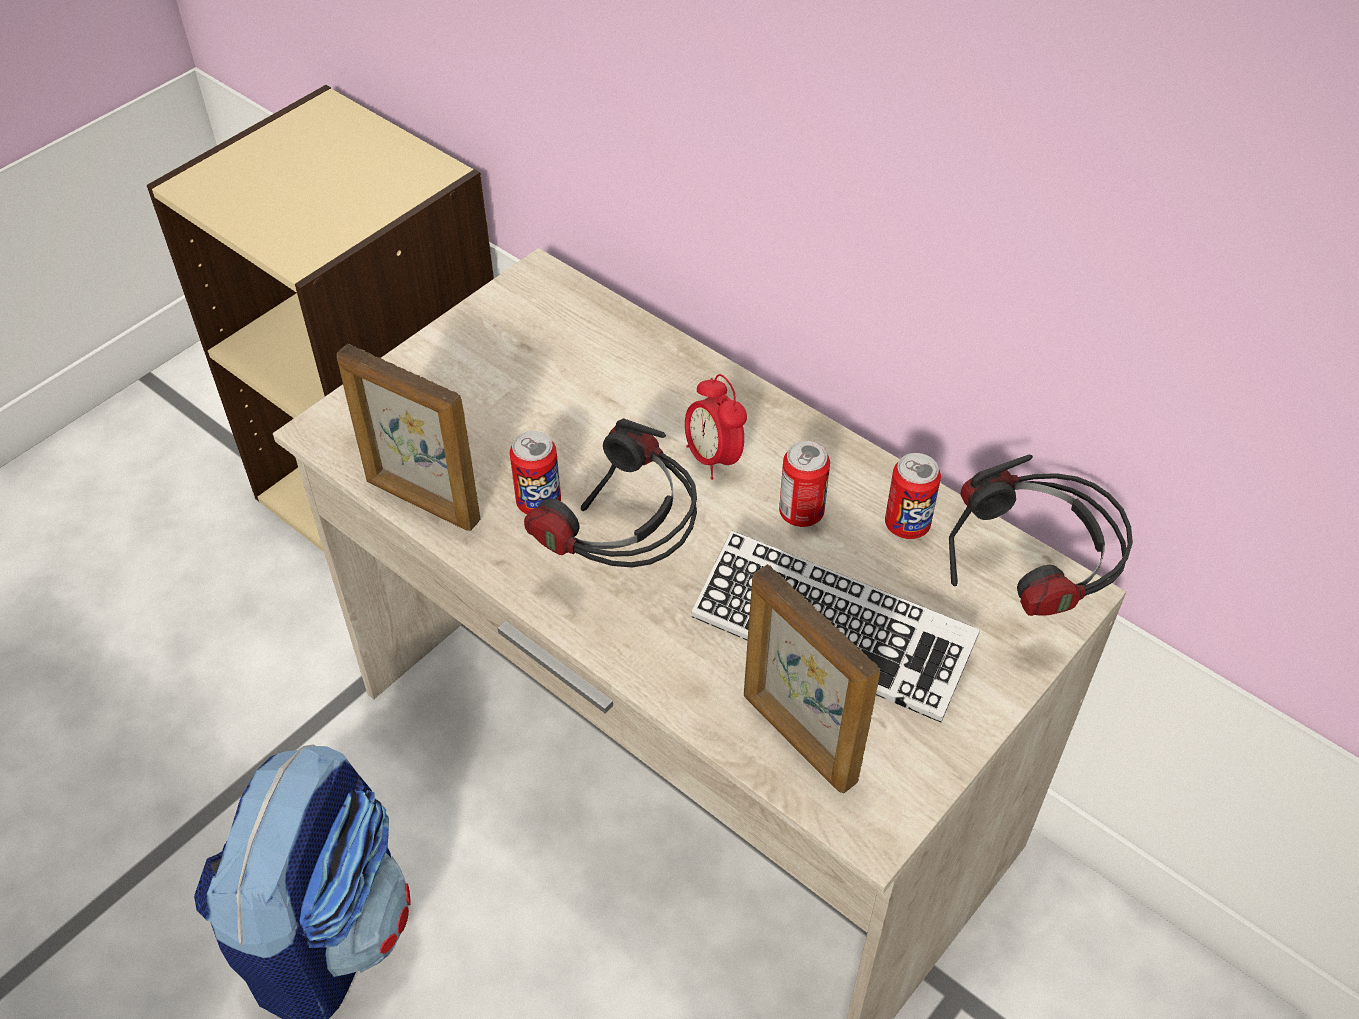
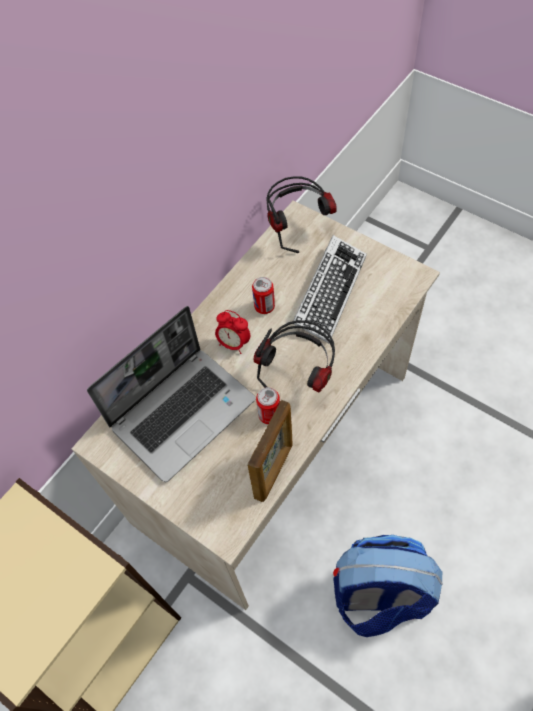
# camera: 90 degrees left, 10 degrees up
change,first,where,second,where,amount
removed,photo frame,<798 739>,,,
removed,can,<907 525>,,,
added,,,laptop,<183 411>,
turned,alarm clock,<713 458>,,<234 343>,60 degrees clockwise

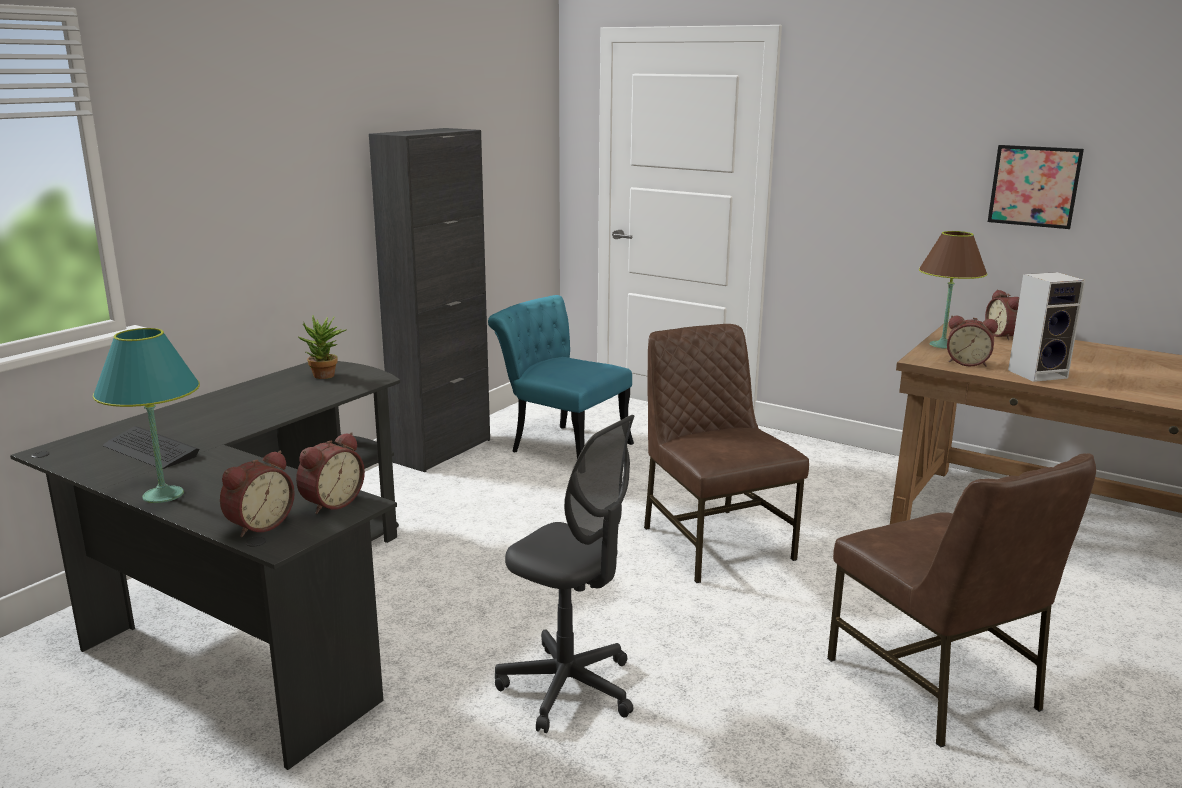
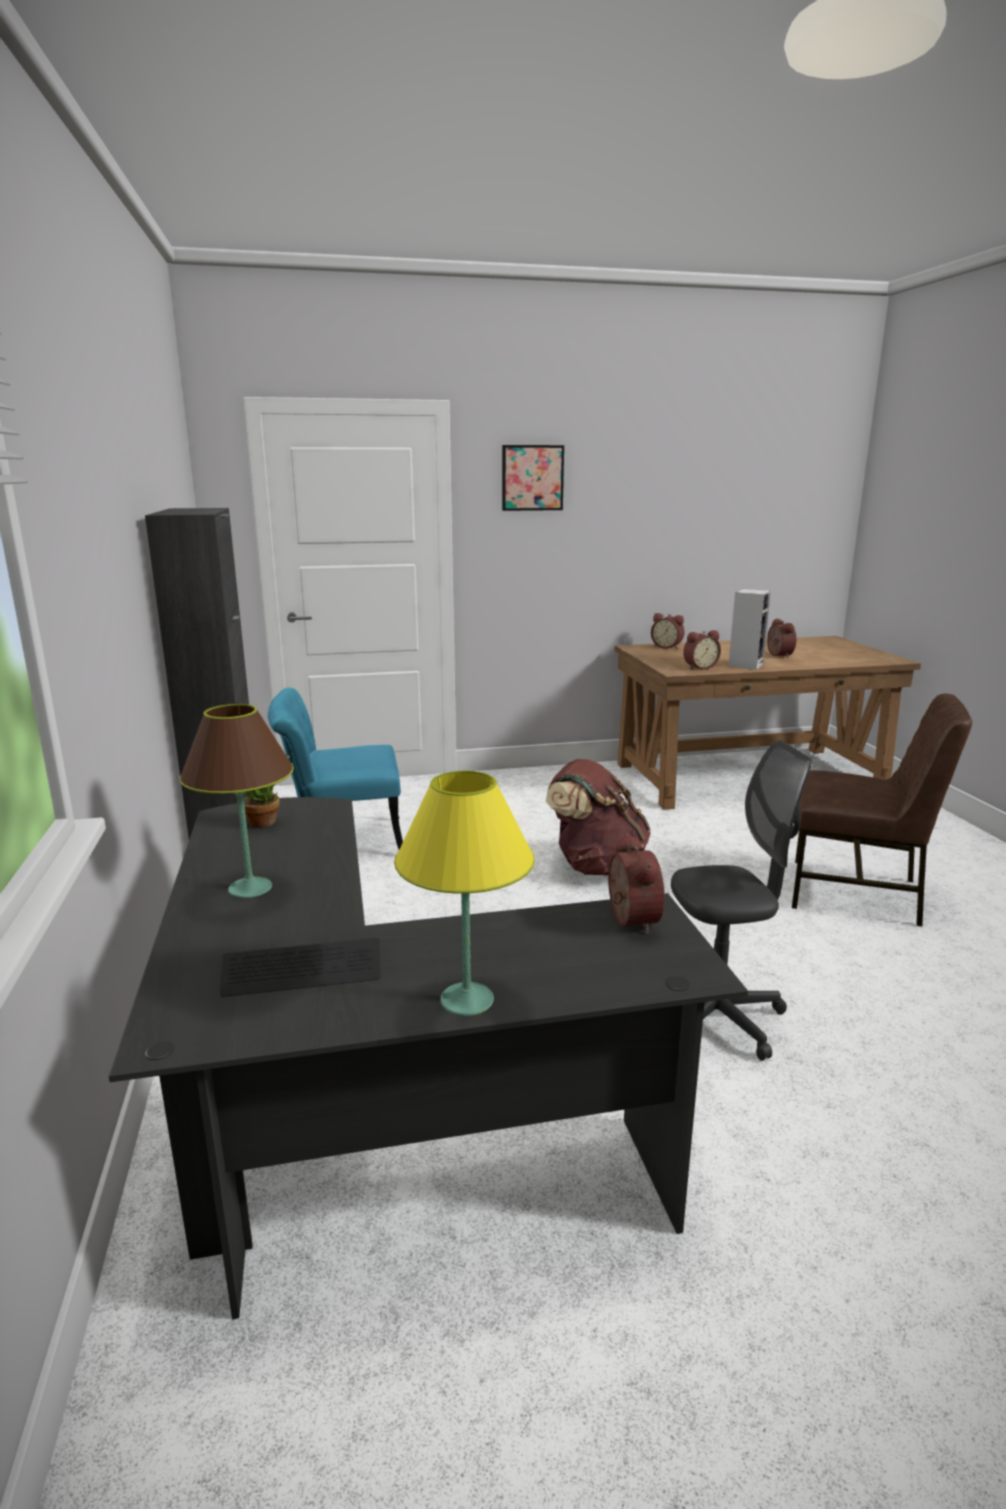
# camera: 45 degrees left, 0 degrees up
change,first,where,second,where,amount
moved,alarm clock,<258 525>,,<777 655>,
moved,brown-coloured lamp for a table,<942 345>,,<249 888>,
moved,wall picture,<1034 186>,,<532 478>,
replaced,brown-coloured plain chair,<714 542>,brown-coloured backpack,<595 866>,
recoloured,turquoise lamp for a table,<163 495>,yellowish lamp for a table,<466 999>,

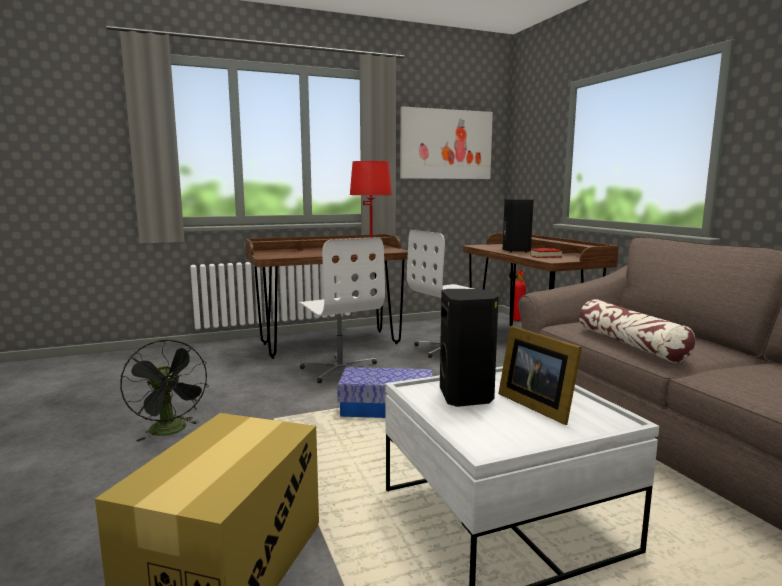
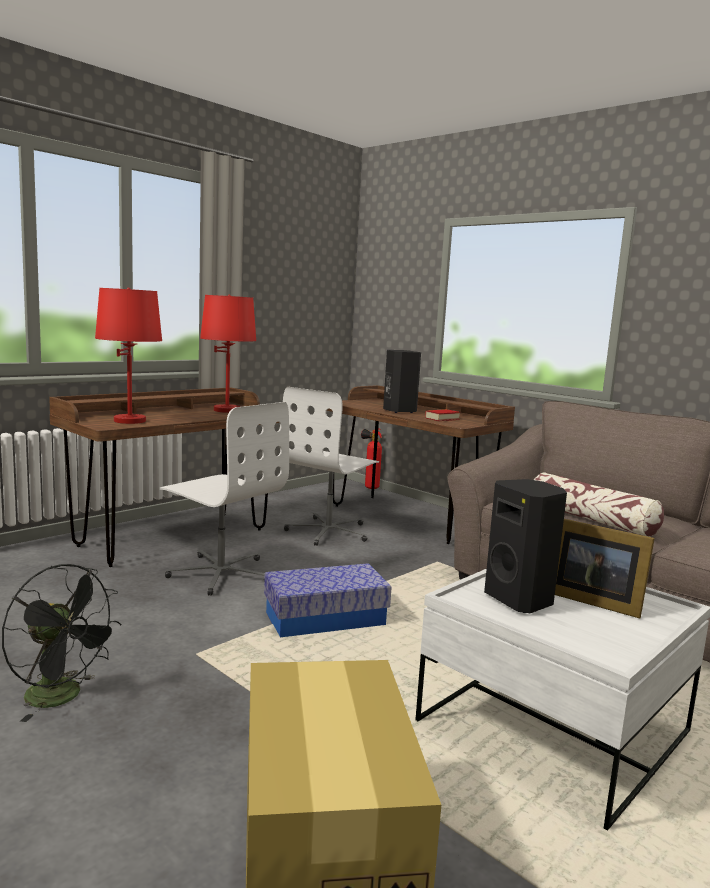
# camera: 25 degrees left, 0 degrees up
change,first,where,second,where,amount
removed,wall picture,<446 144>,,,
added,,,red lamp for a table,<129 421>,

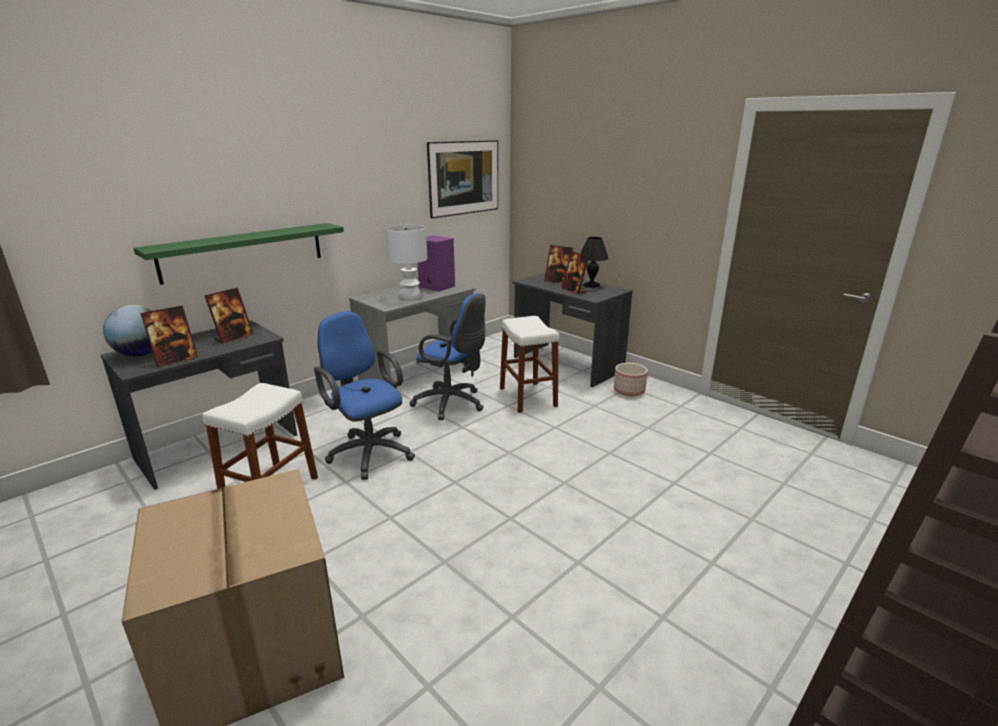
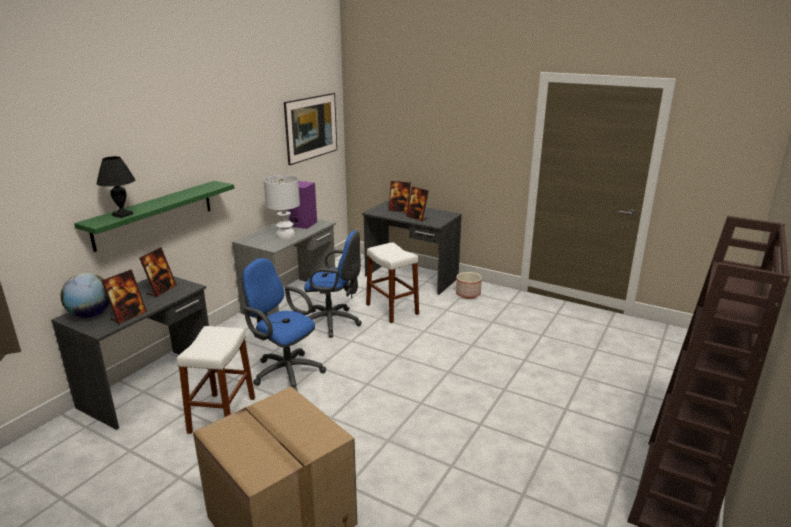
# camera: 15 degrees left, 0 degrees up
change,first,where,second,where,amount
moved,black lamp for a table,<591 285>,,<122 214>,

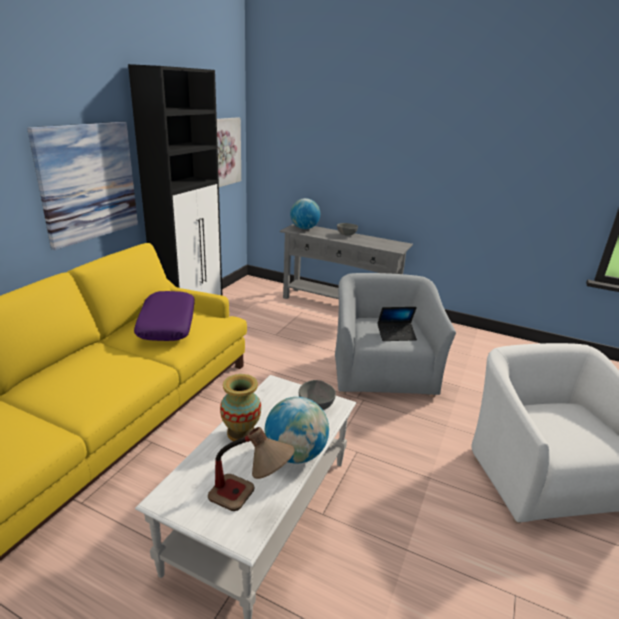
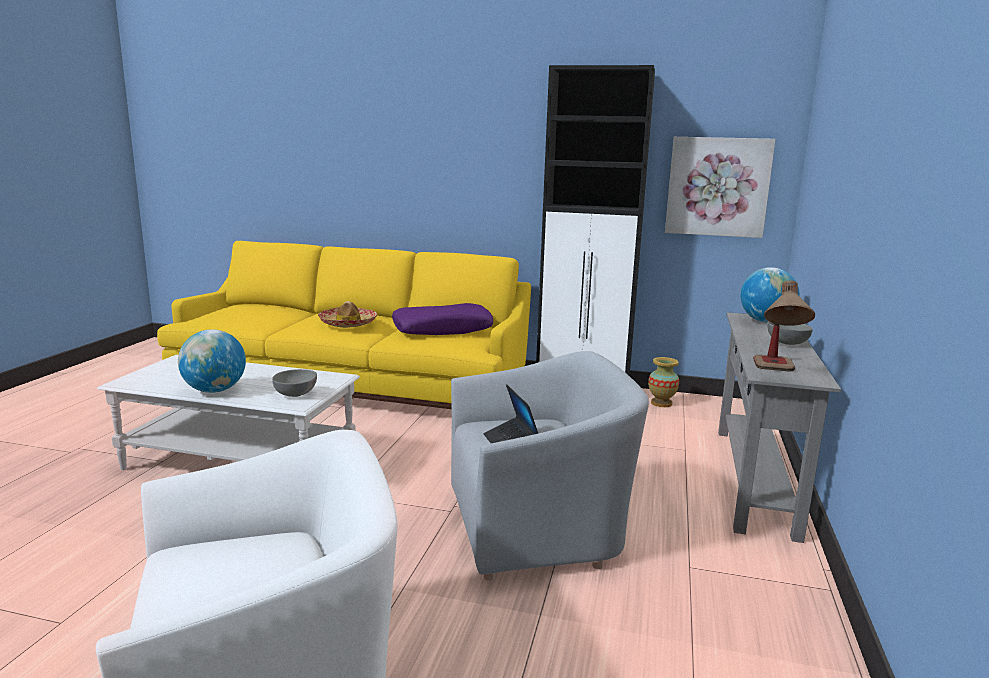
# camera: 80 degrees right, 10 degrees down
change,first,where,second,where,amount
removed,wall picture,<88 182>,,,
added,,,clothing hat,<348 323>,
moved,lamp for a table,<251 501>,,<777 372>,
moved,decorative vase,<241 433>,,<661 403>,

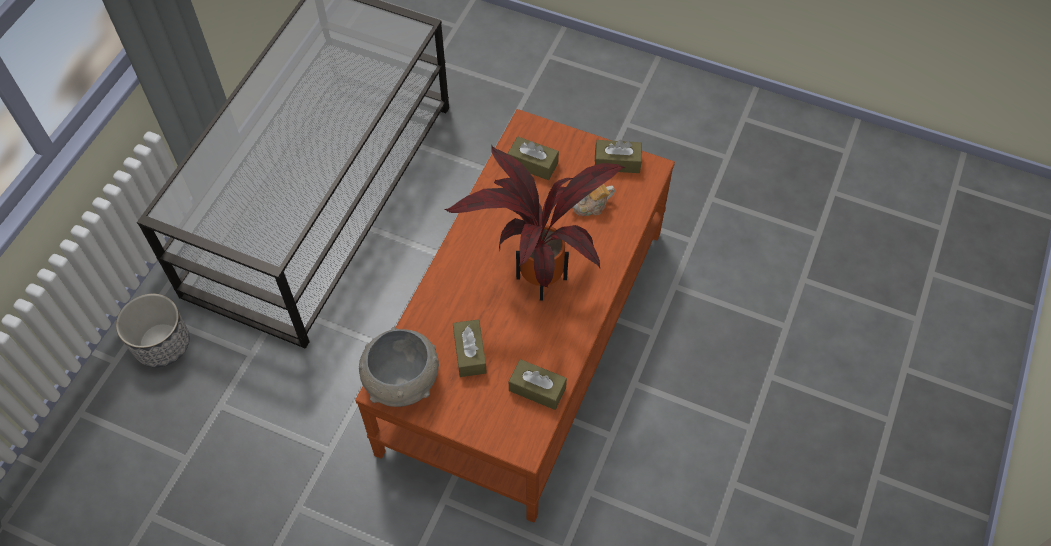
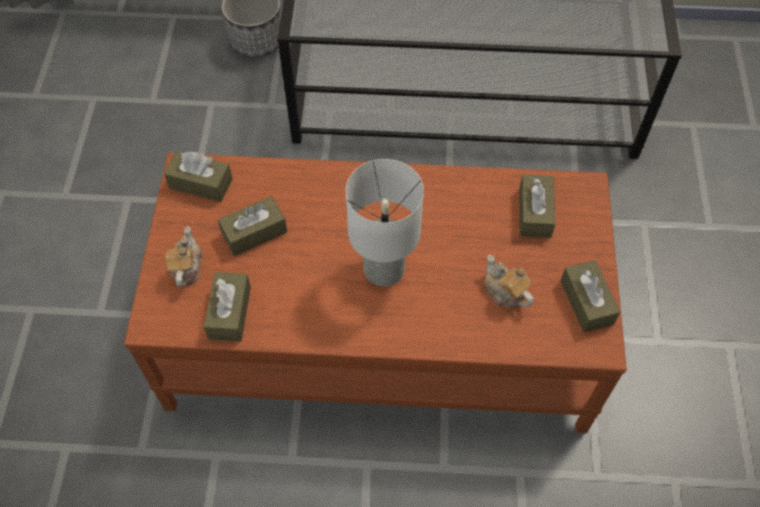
# camera: 70 degrees right, 0 degrees up
change,first,where,second,where,amount
added,,,tea pot,<186 267>,
replaced,gray serving bowl,<401 381>,brown-coloured tissue holder,<201 183>,
replaced,houseplant,<540 273>,white lamp for a table,<384 268>,

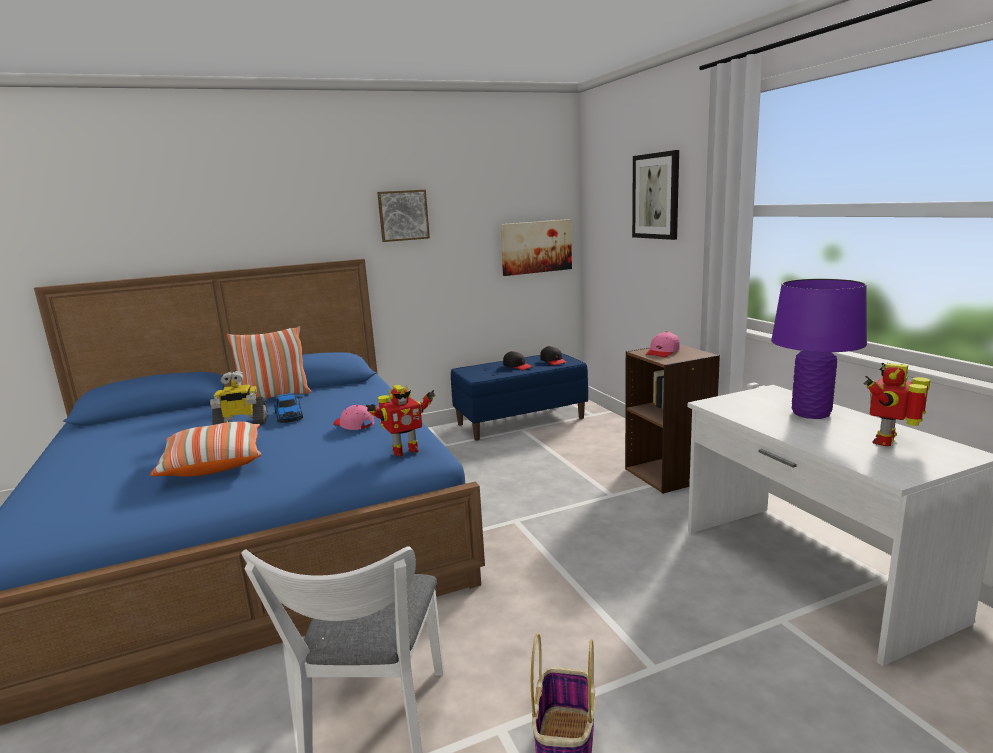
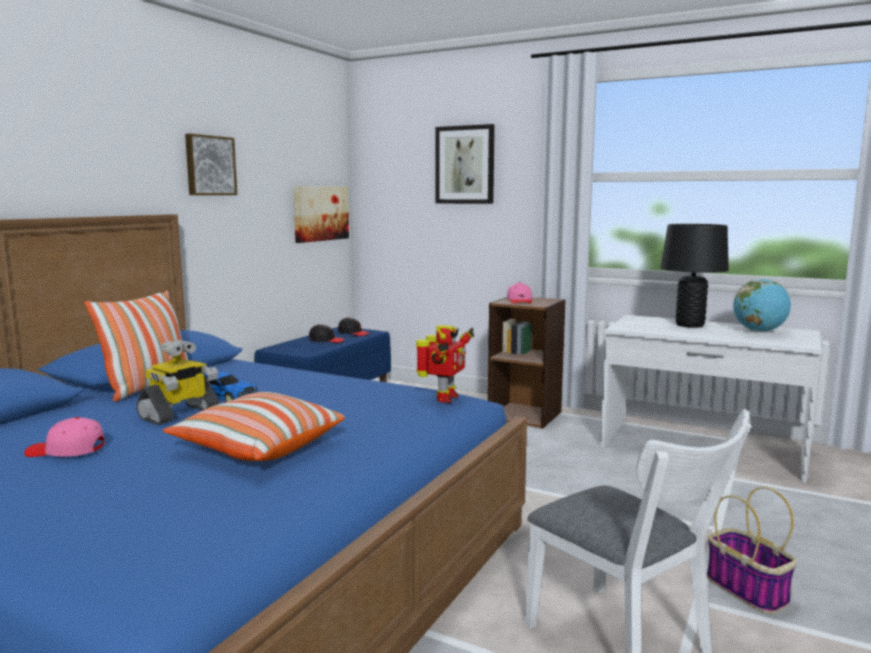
# camera: 40 degrees left, 5 degrees down
change,first,where,second,where,amount
moved,pink peaked cap,<354 424>,,<66 450>,
replaced,robot figure,<887 441>,world globe,<759 331>,
recoloured,purple lamp for a table,<811 413>,black lamp for a table,<689 325>,

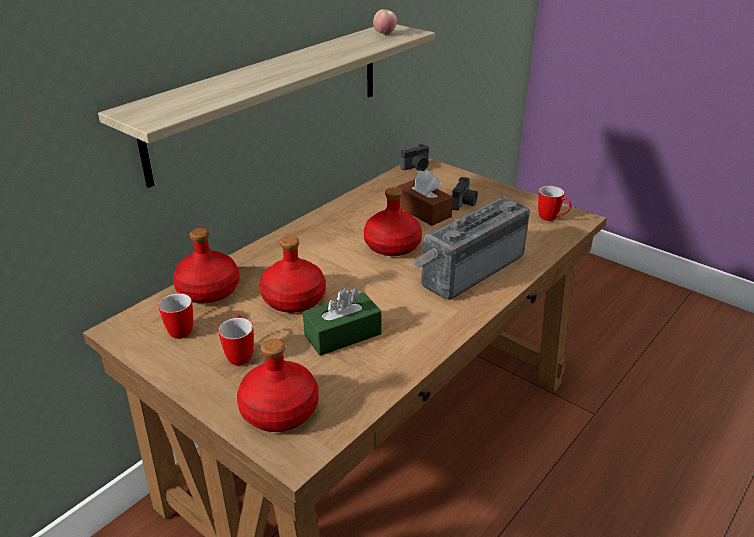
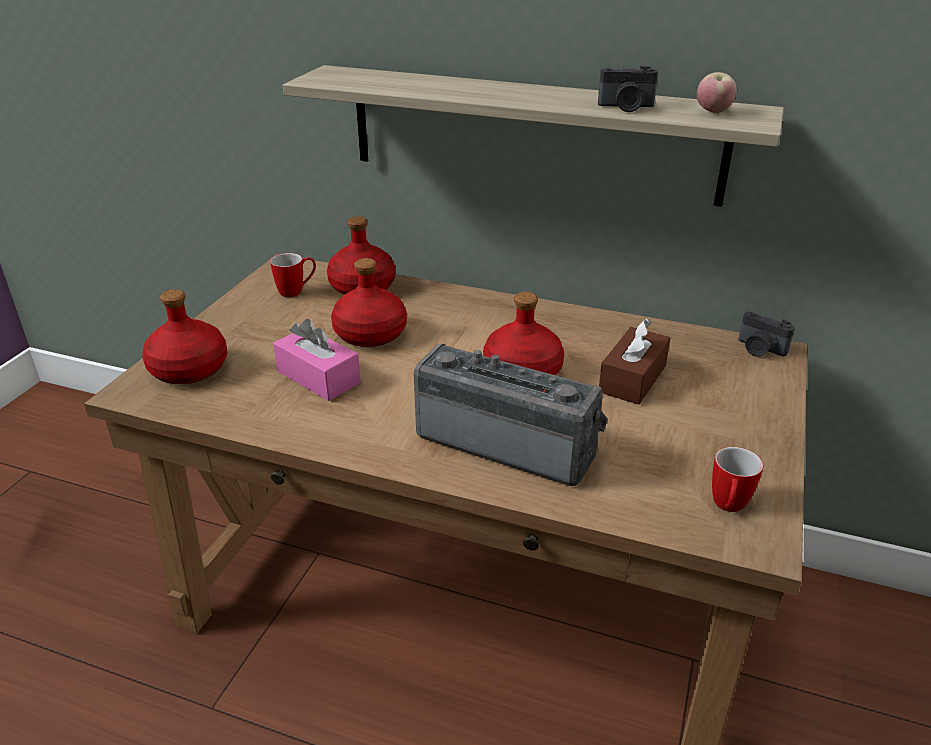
# camera: 70 degrees right, 0 degrees up
change,first,where,second,where,amount
removed,coffee mug,<240 354>,,,
moved,still camera,<464 203>,,<626 107>,
recoloured,greenish tissue holder,<343 335>,pink tissue holder,<318 377>,

